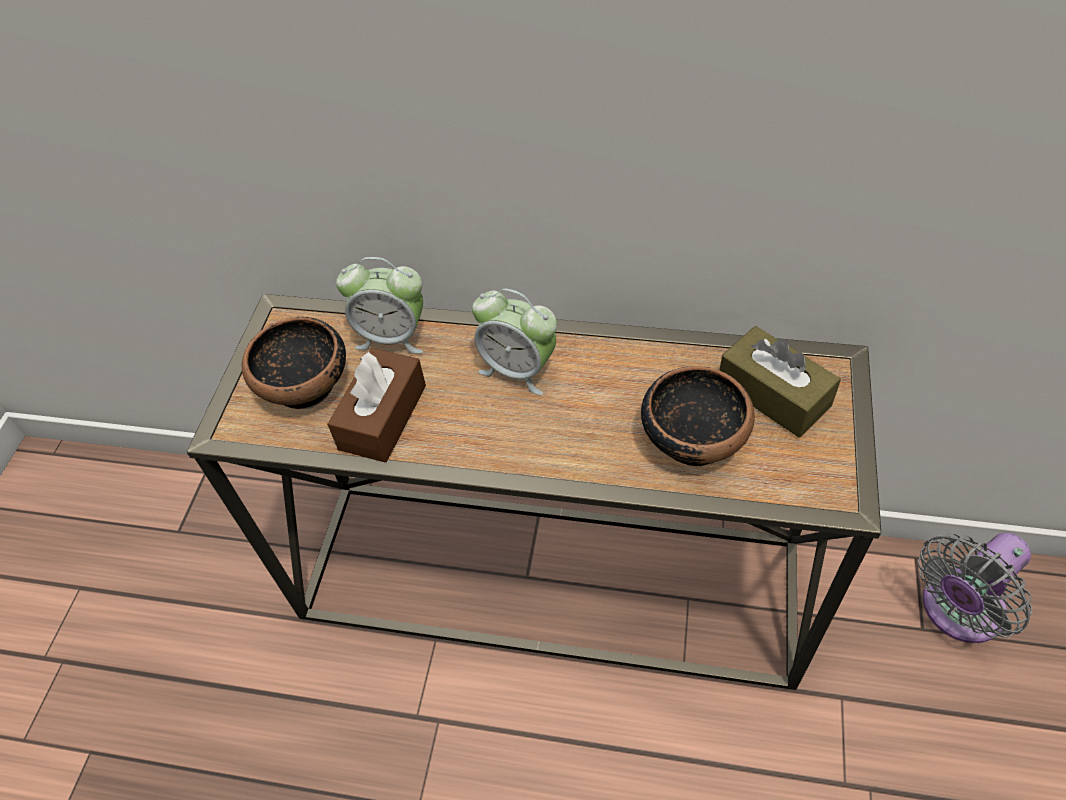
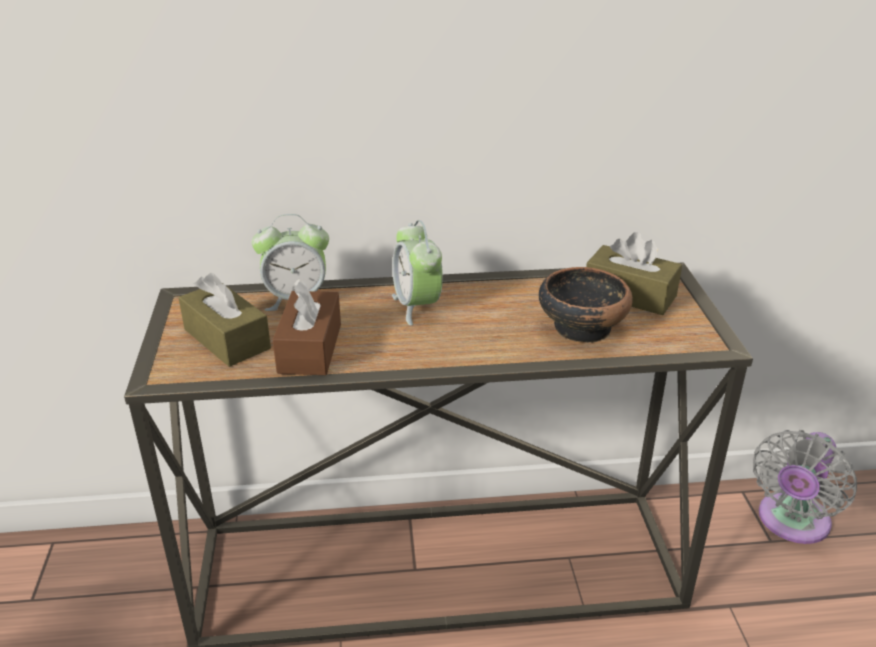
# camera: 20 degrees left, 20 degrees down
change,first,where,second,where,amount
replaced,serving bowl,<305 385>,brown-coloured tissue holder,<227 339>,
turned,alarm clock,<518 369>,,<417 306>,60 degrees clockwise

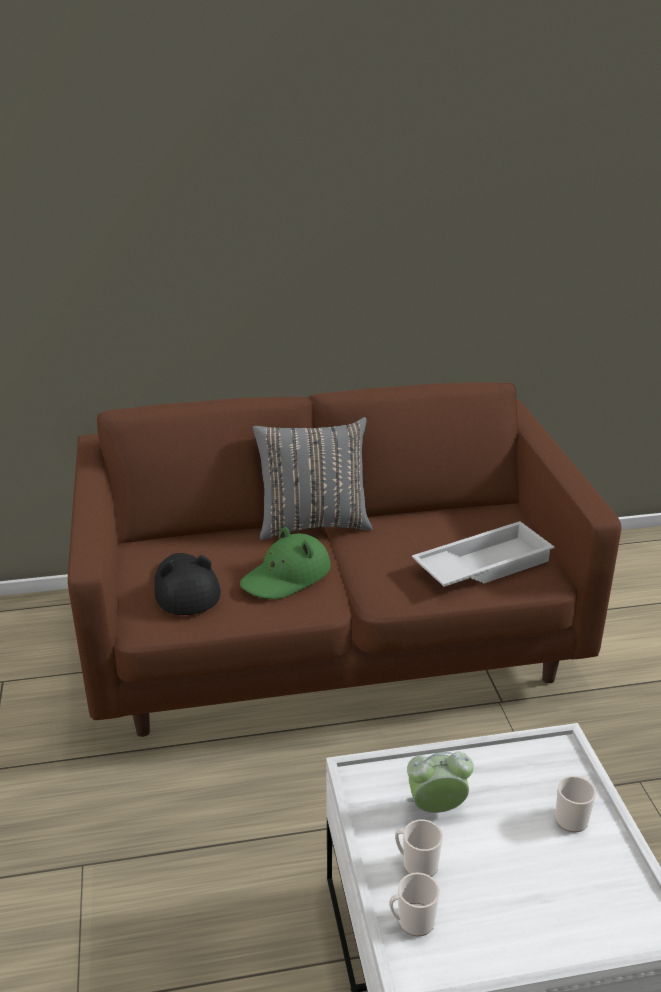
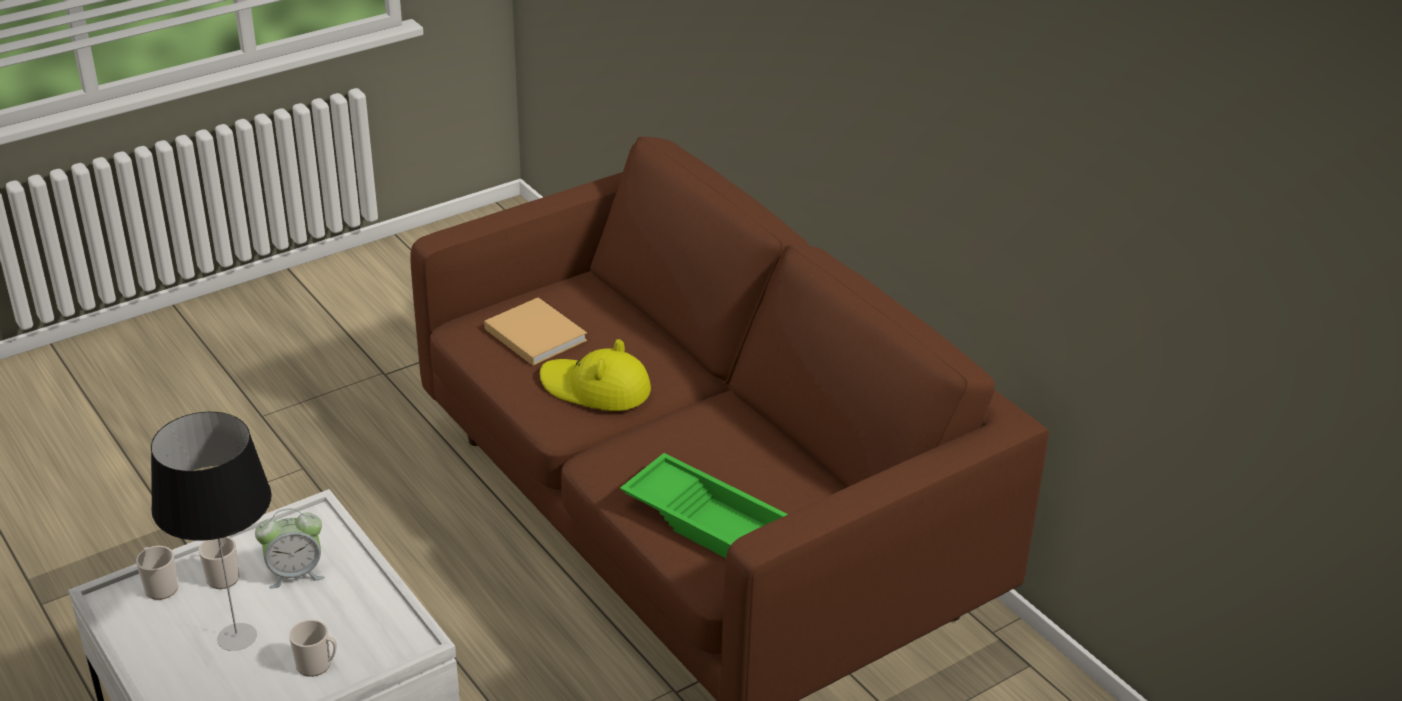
# camera: 65 degrees right, 5 degrees up
change,first,where,second,where,amount
removed,gray pillow,<313 524>,,,
added,,,lamp for a table,<238 636>,
replaced,black clothing hat,<185 589>,beige bound book,<533 333>,
recoloured,greenish clothing hat,<286 576>,yellowish clothing hat,<595 388>,
recoloured,white carrying tray,<482 565>,greenish carrying tray,<713 522>,
turned,alarm clock,<436 808>,,<295 573>,105 degrees clockwise

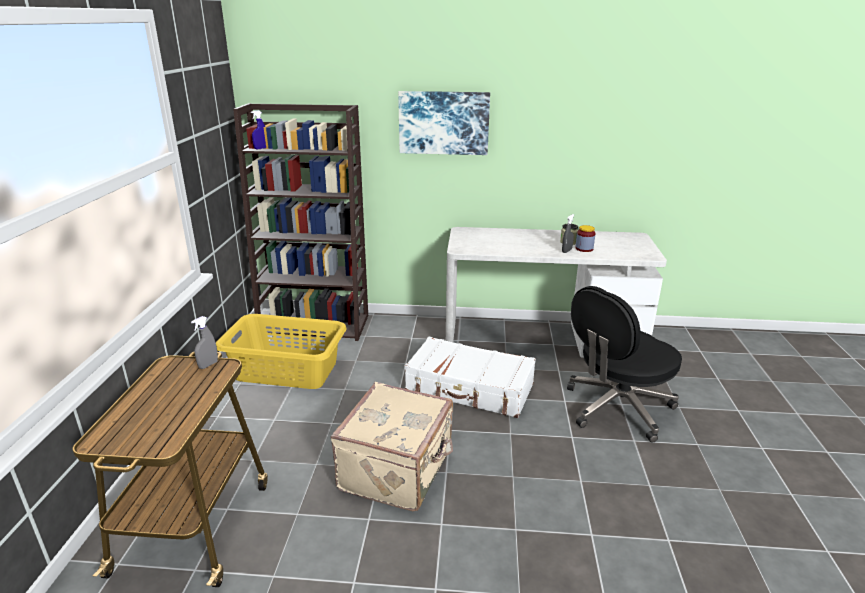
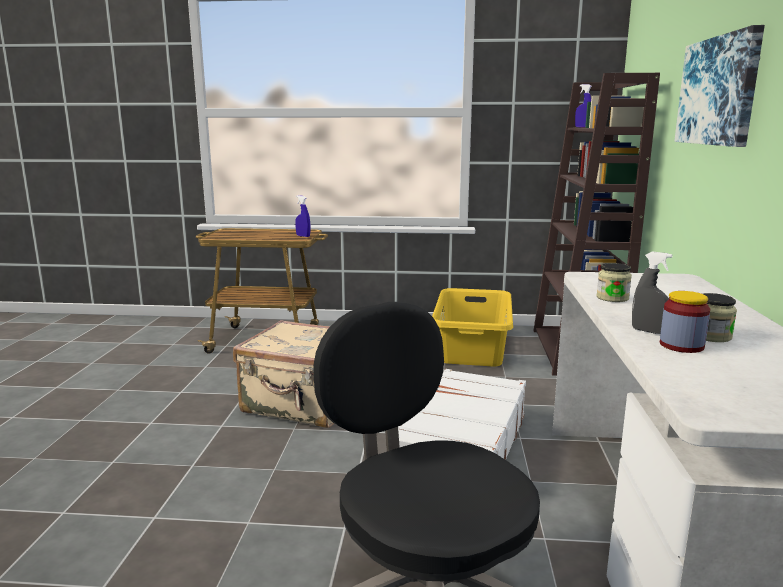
# camera: 90 degrees right, 10 degrees down
change,first,where,second,where,amount
added,,,storage jar,<612 298>,
recoloured,gray sprayer,<208 365>,blue sprayer,<303 236>,

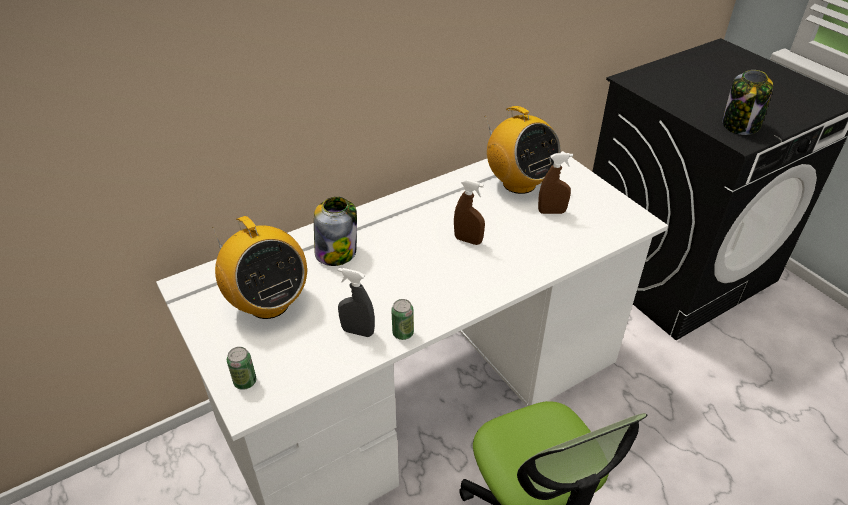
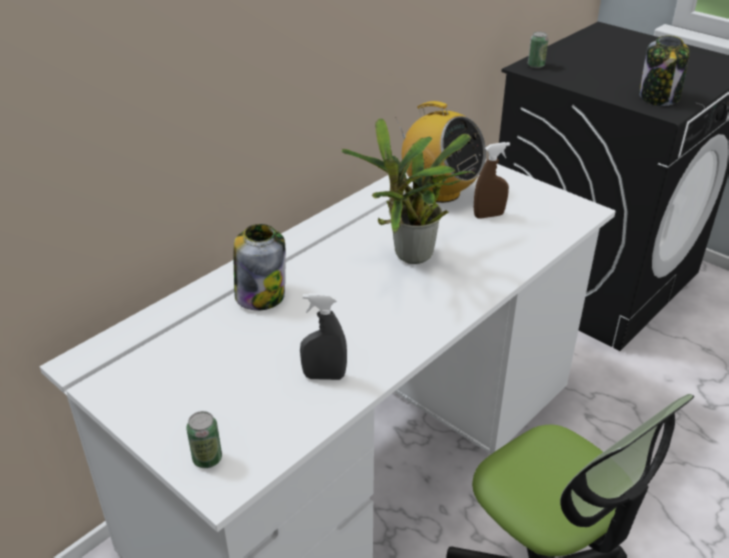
# camera: 15 degrees left, 5 degrees down
change,first,where,second,where,amount
removed,radio receiver,<268 303>,,,
moved,can,<403 333>,,<535 65>,
replaced,brown-coloured sprayer,<468 240>,houseplant,<410 258>,

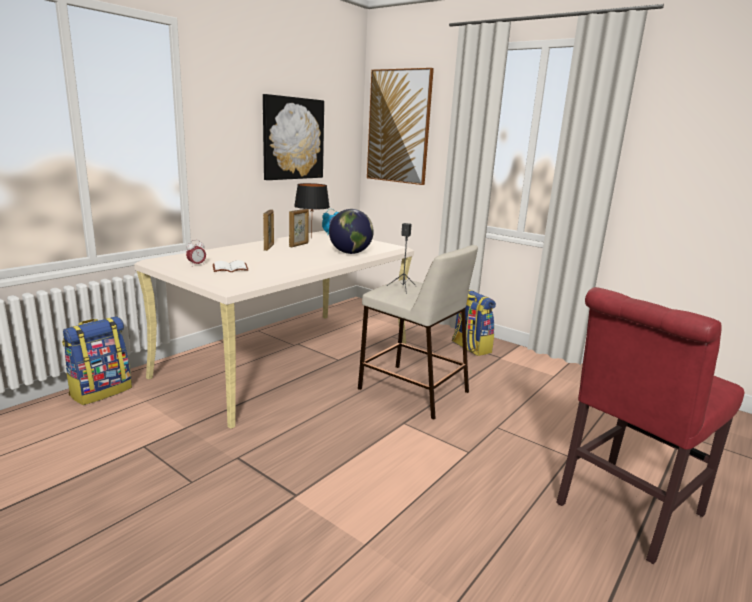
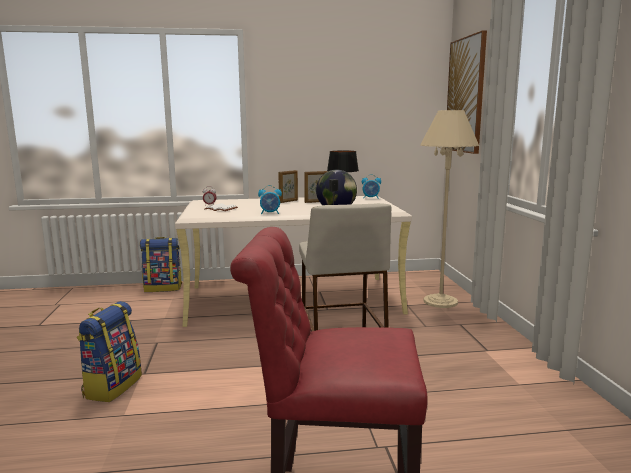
# camera: 45 degrees right, 5 degrees down
change,first,where,second,where,amount
removed,wall picture,<293 138>,,,
added,,,alarm clock,<270 213>,
added,,,beige standing lamp,<440 301>,
moved,backpack,<470 348>,,<112 386>,

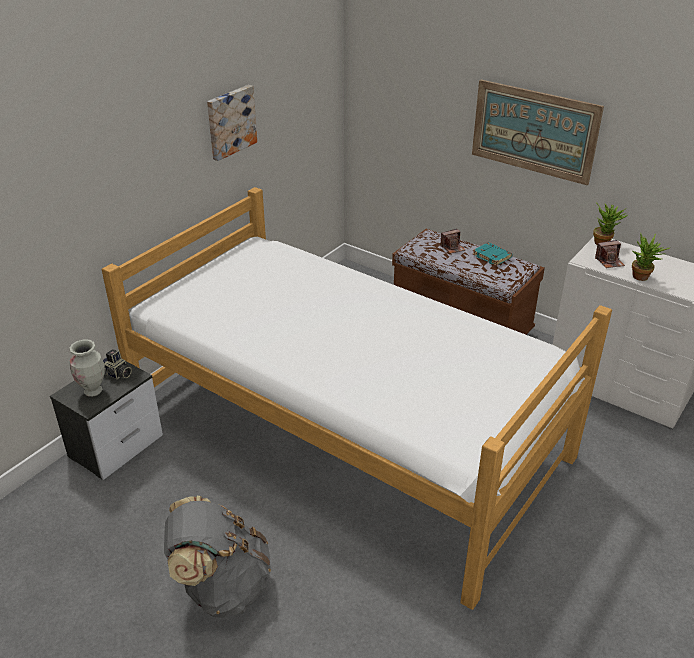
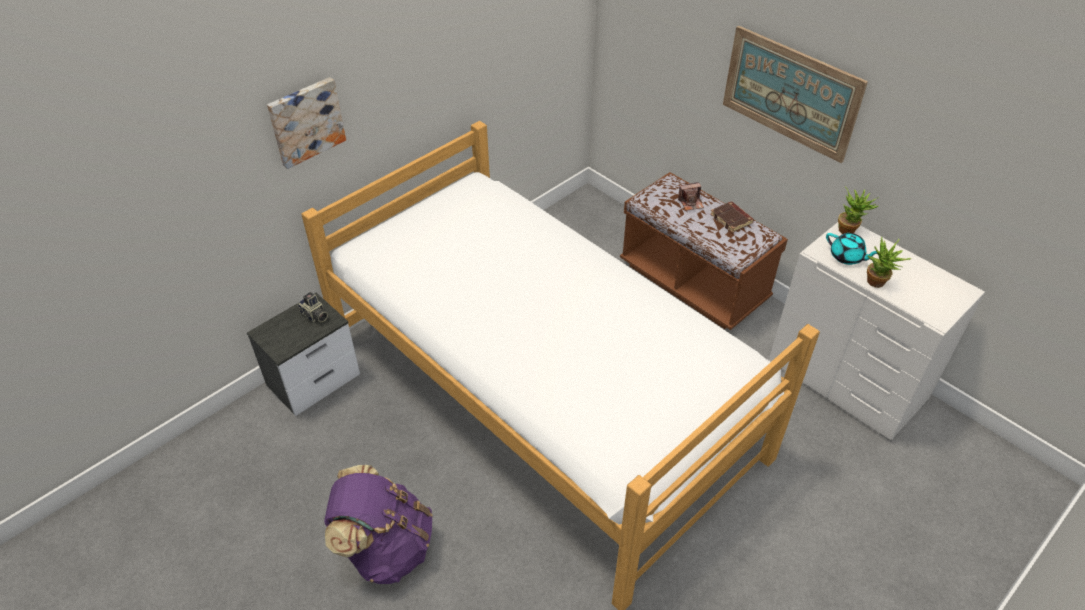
# camera: 10 degrees right, 10 degrees up
change,first,where,second,where,amount
removed,decorative vase,<93 391>,,,
moved,wall picture,<230 121>,,<305 121>,
replaced,still camera,<609 261>,turquoise tea pot,<847 257>,
recoloured,gray backpack,<222 586>,purple backpack,<386 547>,
recoloured,turquoise bound book,<492 256>,brown-coloured bound book,<732 219>,

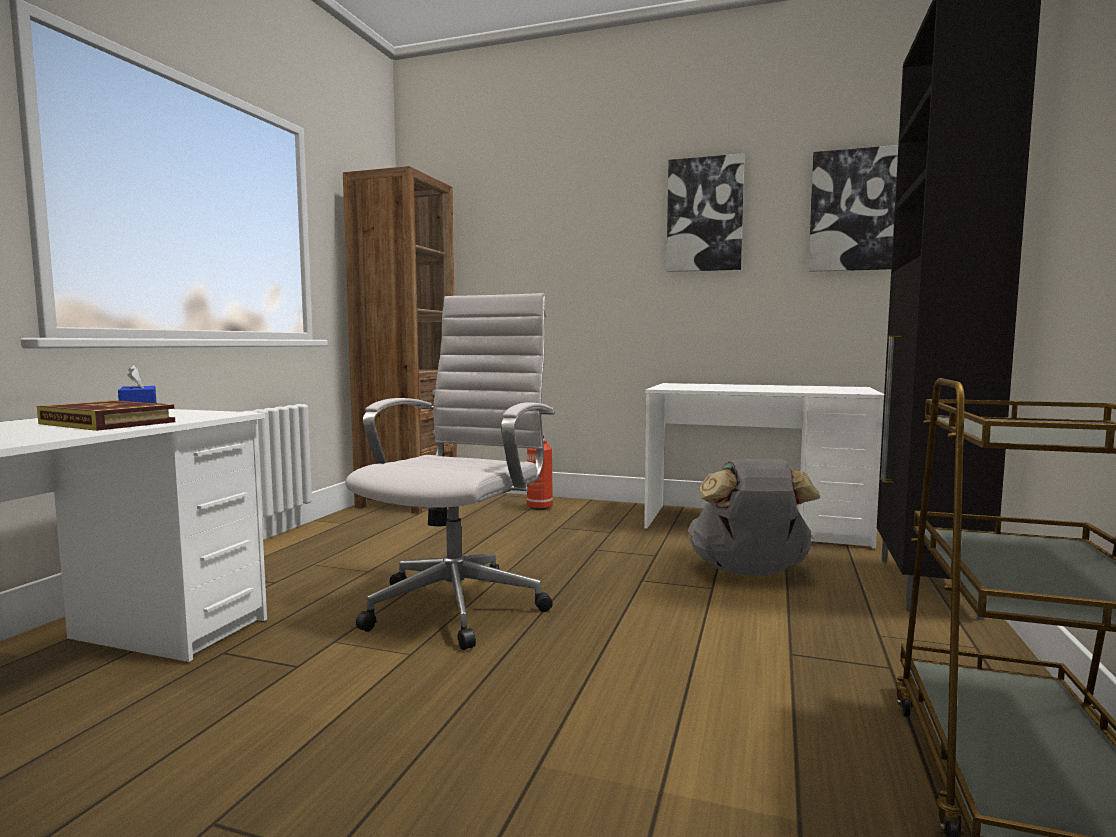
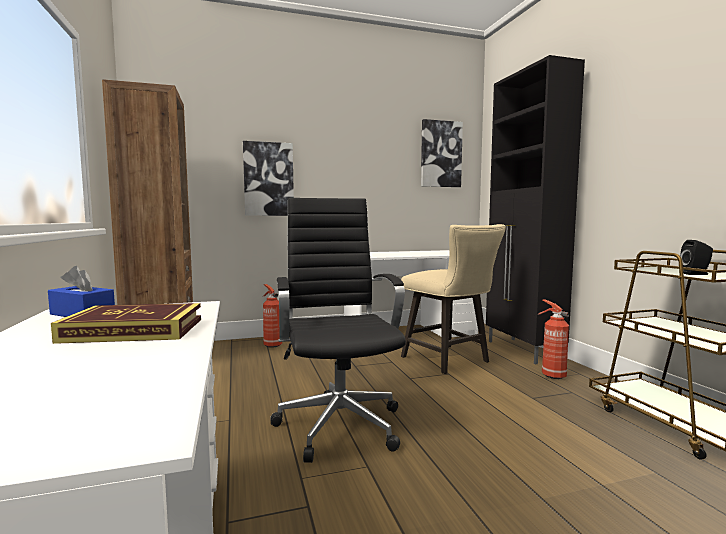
# camera: 35 degrees left, 0 degrees up
change,first,where,second,where,amount
added,,,fire extinguisher,<552 375>,
added,,,black speaker,<696 274>,
moved,wall picture,<705 215>,,<268 179>,
replaced,gray backpack,<749 572>,beige stool seat,<450 361>,
recoloured,white desk chair,<460 604>,black desk chair,<339 423>,

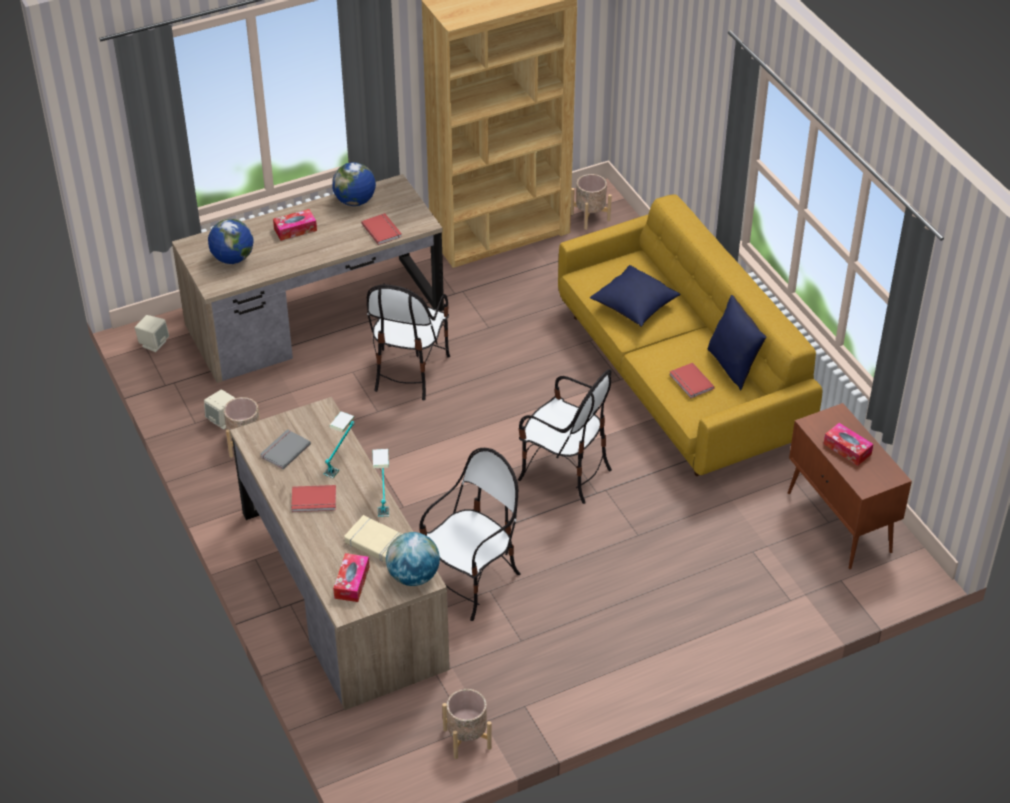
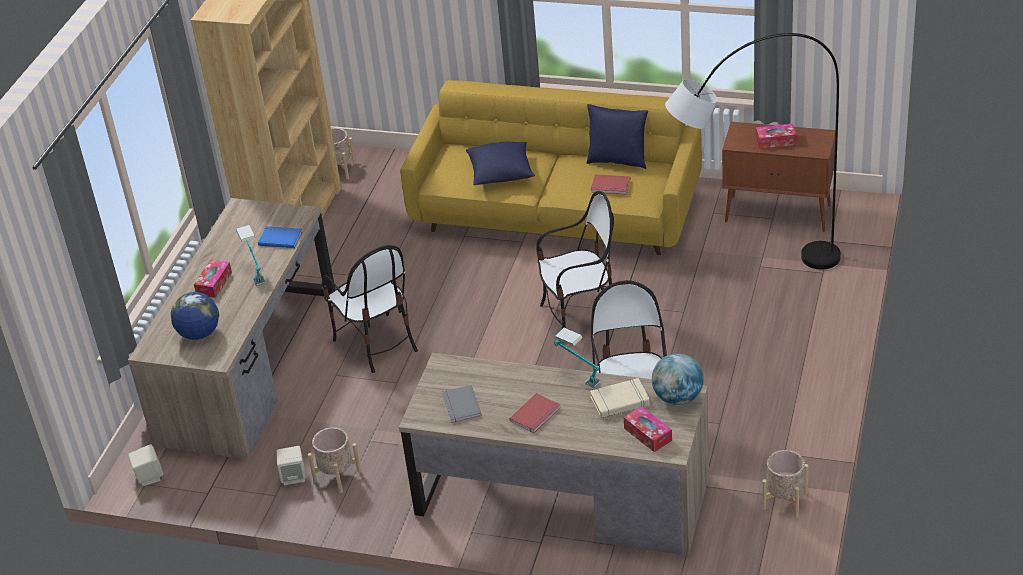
# camera: 45 degrees left, 5 degrees down
change,first,where,second,where,amount
removed,world globe,<355 201>,,,
added,,,gray standing lamp,<751 273>,
moved,lamp for a table,<341 461>,,<255 272>,
recoloured,red bound book,<382 230>,blue bound book,<280 238>,

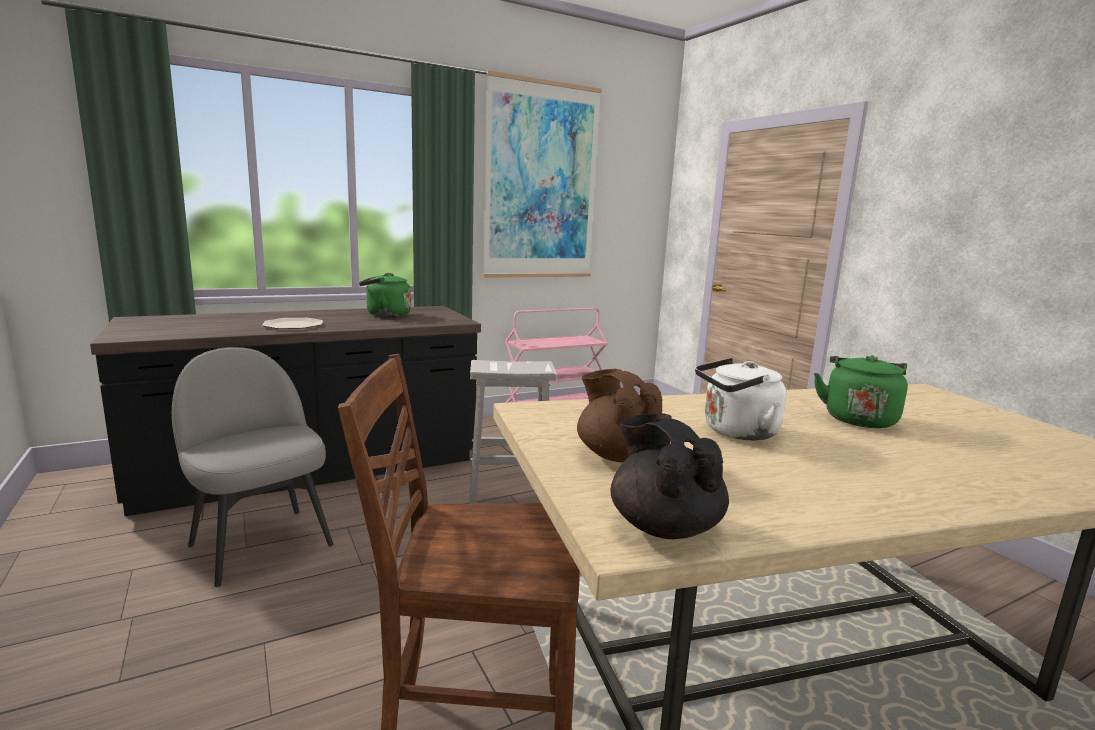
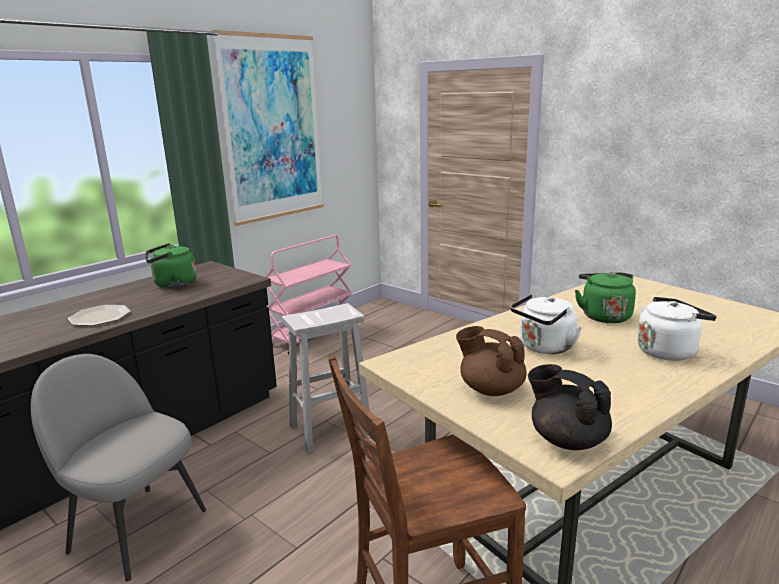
# camera: 20 degrees left, 5 degrees up
change,first,where,second,where,amount
added,,,white water kettle,<668 351>,

